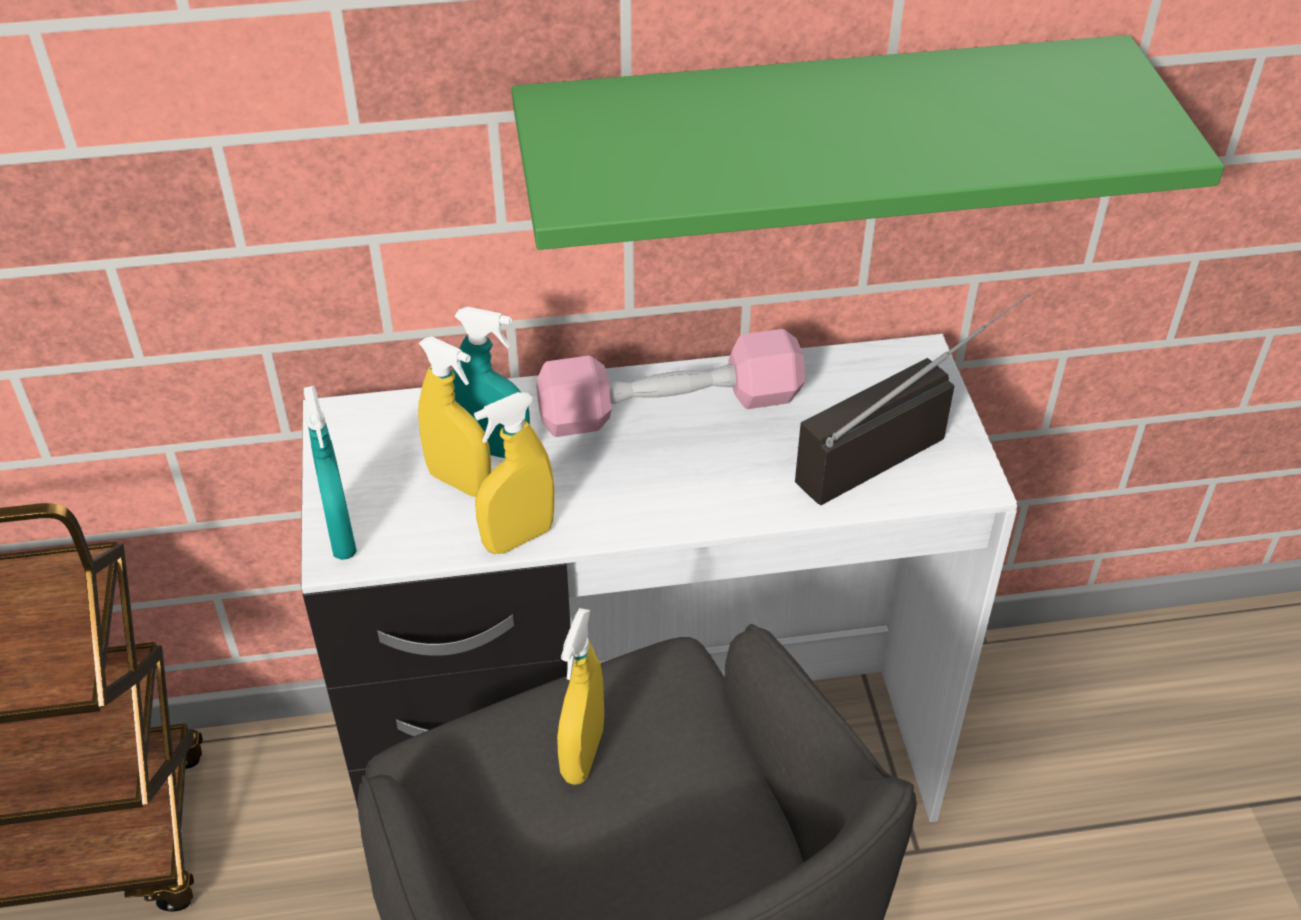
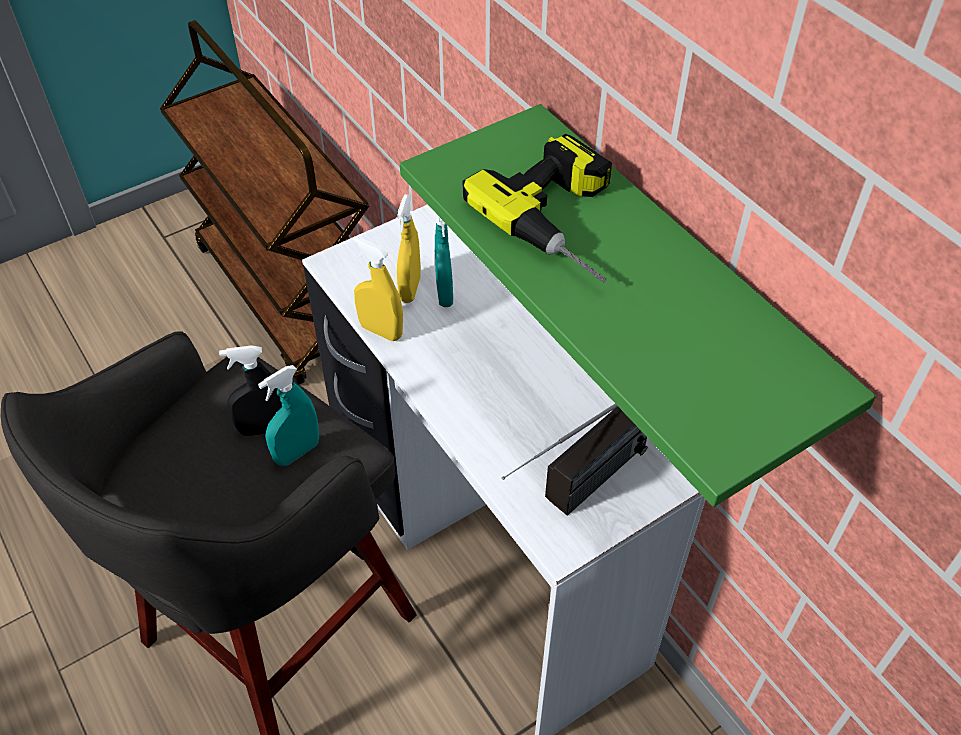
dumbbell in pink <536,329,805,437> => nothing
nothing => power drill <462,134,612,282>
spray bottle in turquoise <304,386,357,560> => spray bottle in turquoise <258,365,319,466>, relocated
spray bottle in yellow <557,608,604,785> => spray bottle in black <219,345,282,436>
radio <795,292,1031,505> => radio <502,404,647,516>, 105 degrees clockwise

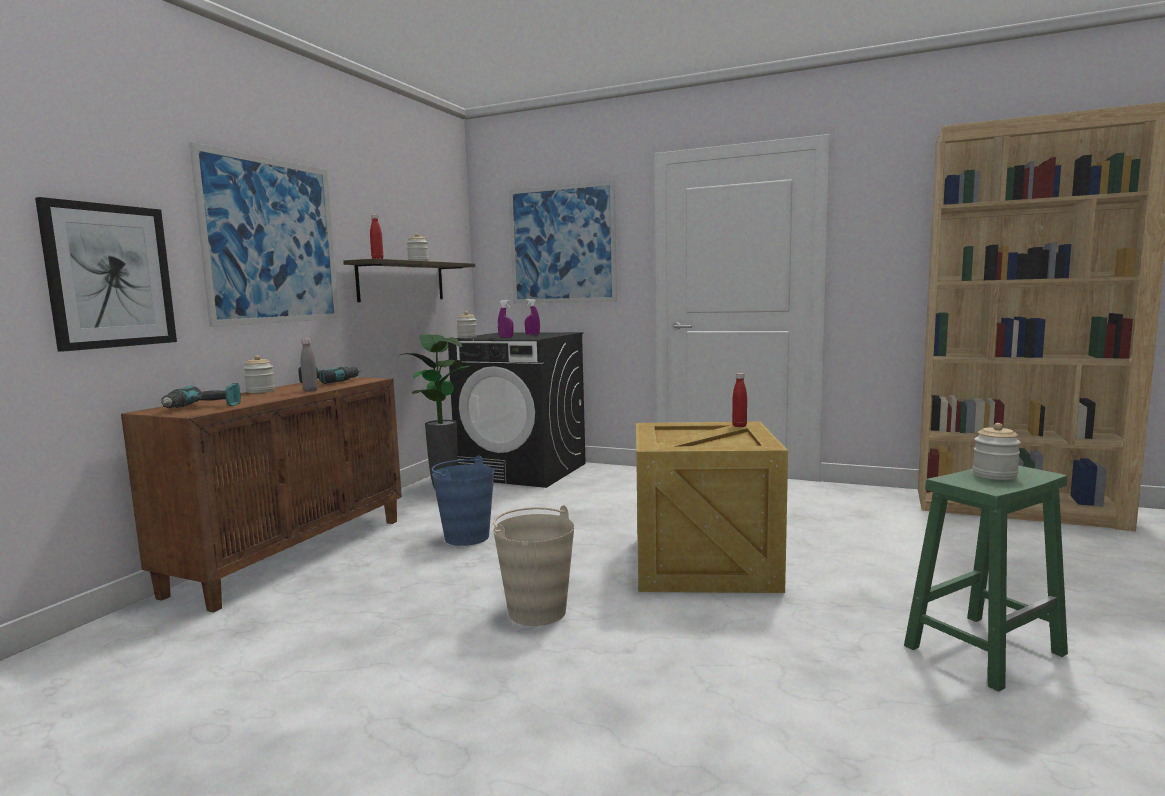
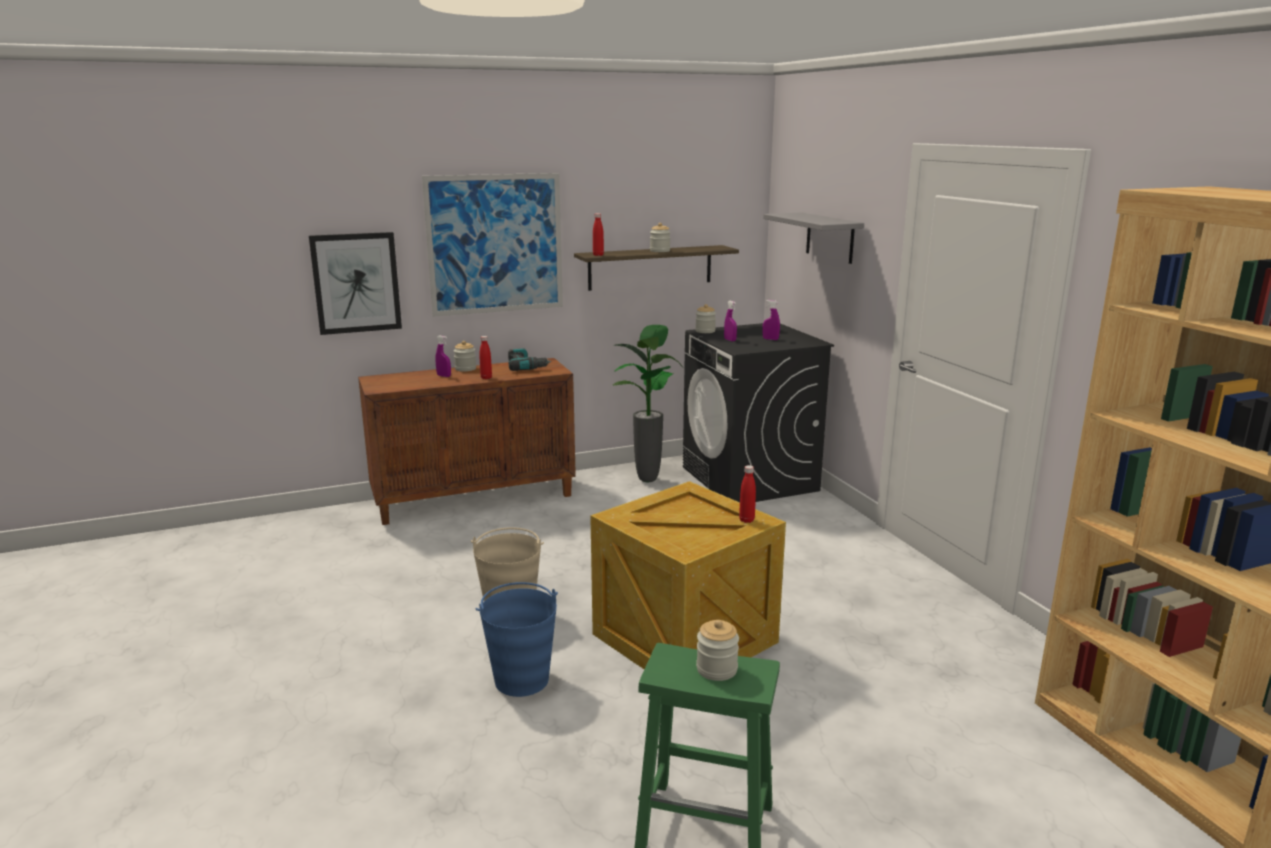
power drill <161,383,241,408> => nothing
nothing => spray bottle in purple <435,335,451,377>
bucket in blue <431,456,494,546> => bucket in blue <476,582,558,697>, relocated
picture <509,180,617,304> => shelf in grey <763,212,864,264>
bottle in grey <301,339,318,392> => bottle in red <479,336,492,379>

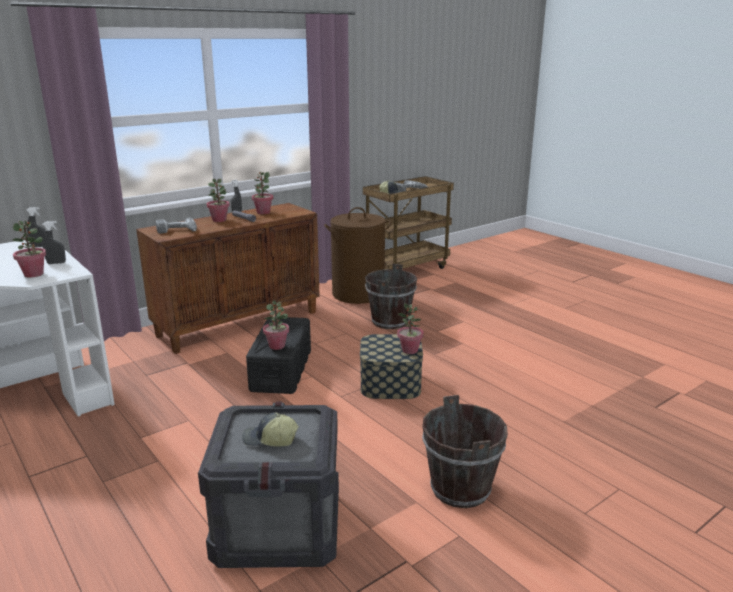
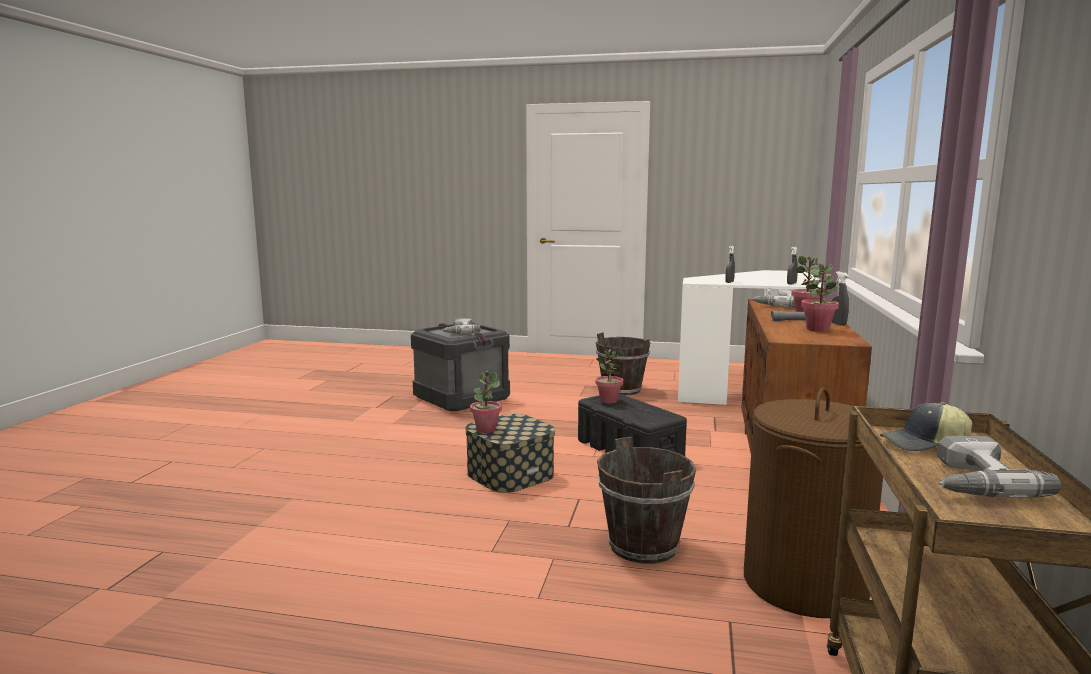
potted plant <12,221,46,278> => nothing
bucket in brown <422,395,508,508> => bucket in brown <596,332,650,395>, relocated
cap <242,412,299,447> => power drill <442,318,481,334>

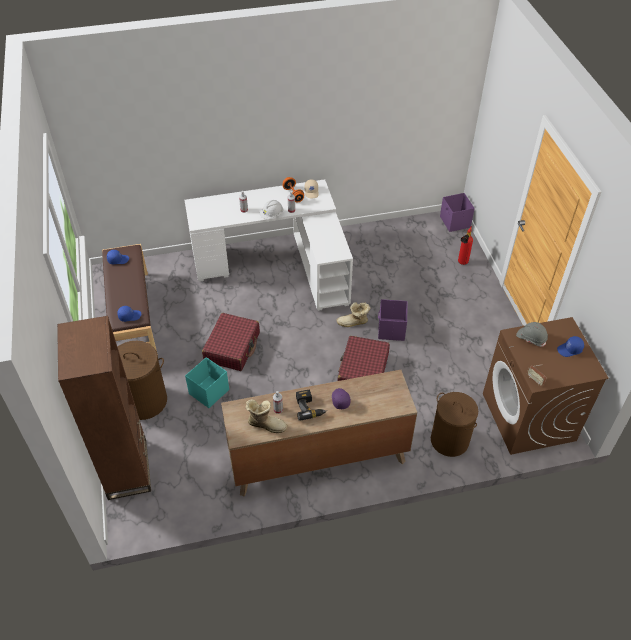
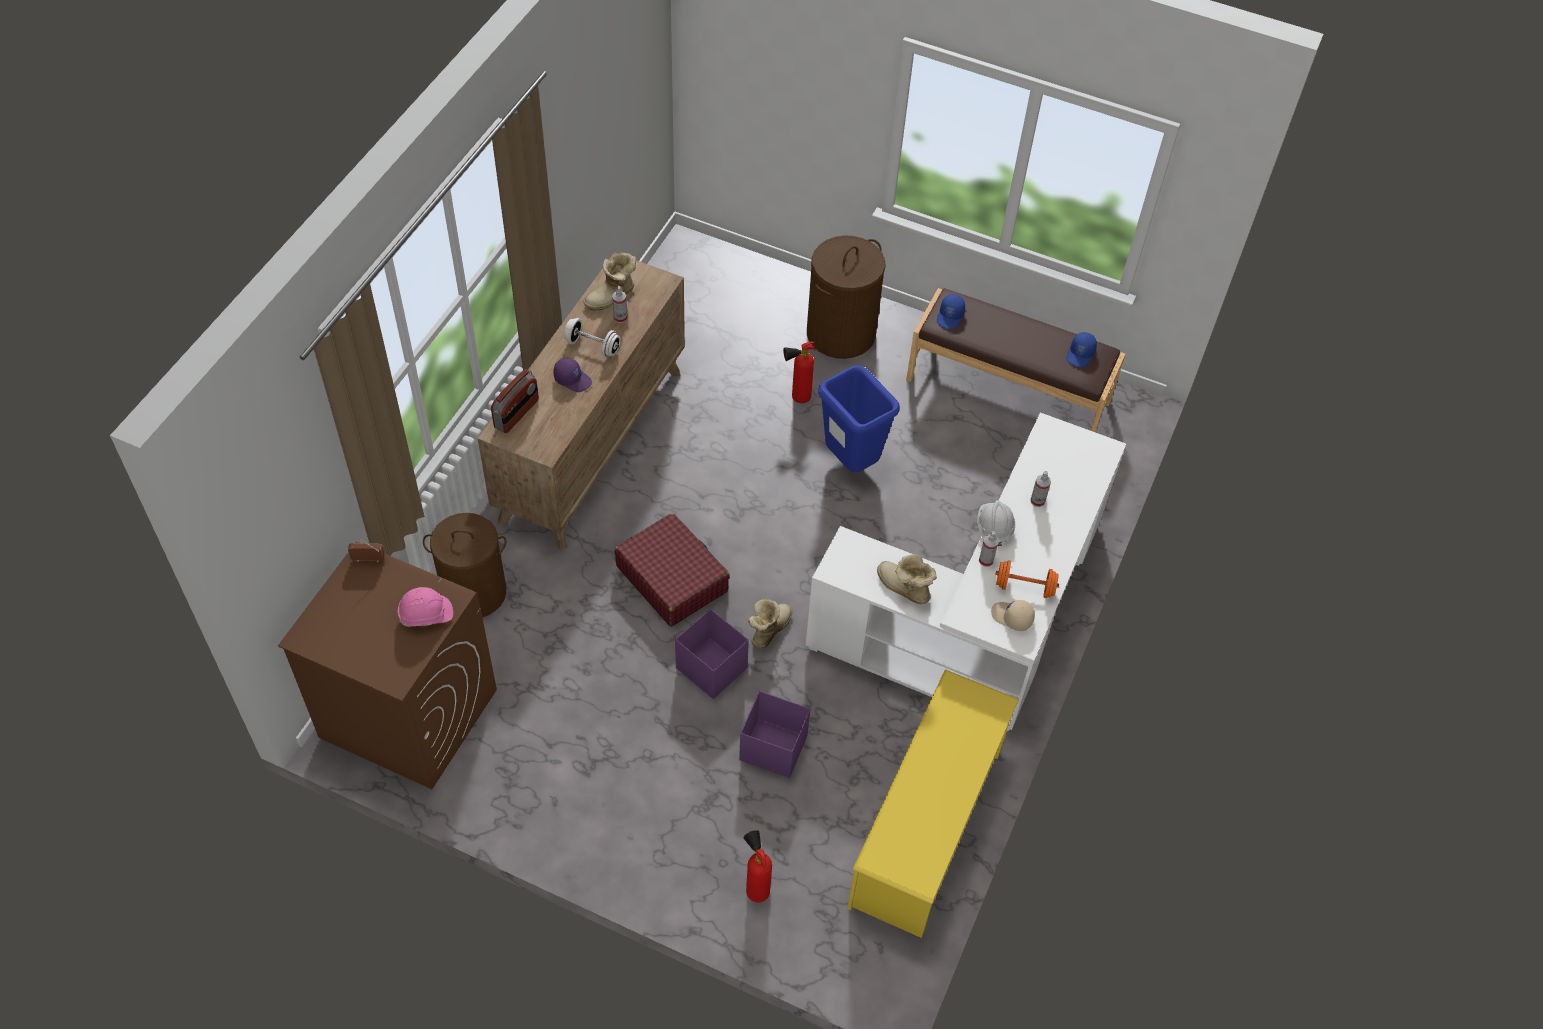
bookcase in brown <57,316,151,500> => nothing
cap in blue <557,336,584,357> => nothing
nothing => radio <491,369,539,433>
nothing => shoe rack in yellow <847,669,1019,938>
nothing => boot <877,554,937,604>
storage box in purple <440,193,475,232> => storage box in purple <739,691,810,778>, relocated
storage box in turquoise <185,357,229,408> => fire extinguisher <783,342,816,403>
suitcase in red <202,313,260,371> => trash can in blue <818,365,900,472>
power drill <296,390,326,421> => dumbbell in white <564,318,621,357>
hard hat in grey <516,322,548,347> => hard hat in pink <398,587,453,627>

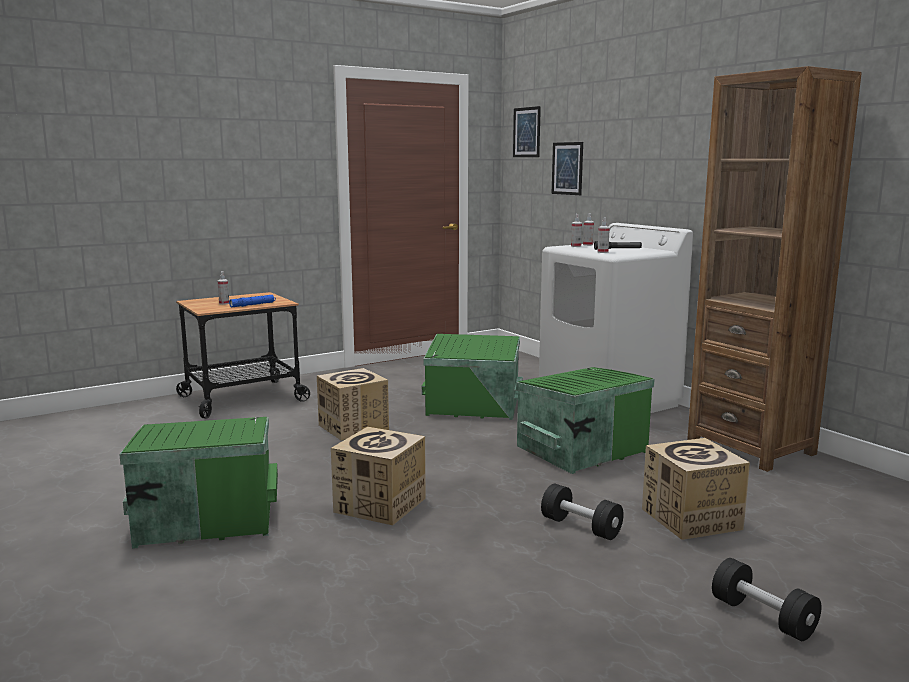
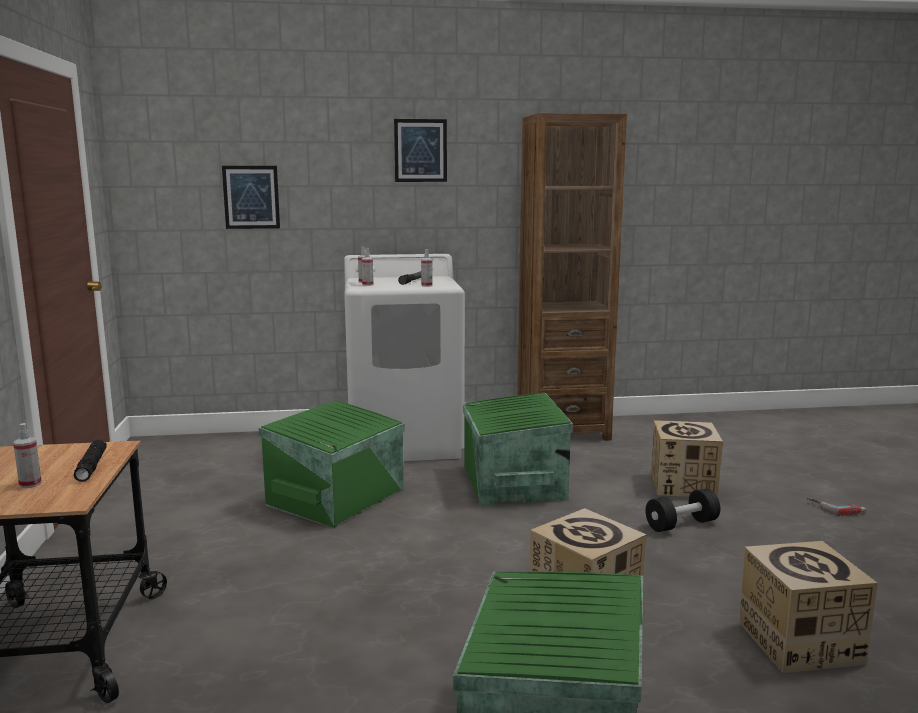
cardboard box <317,368,389,441> => cardboard box <739,541,878,673>, relocated
picture <513,106,541,157> => picture <394,119,447,182>, relocated
dumbbell in black <712,558,821,641> => power drill <807,498,867,516>
flashlight in blue <229,295,276,307> => flashlight in black <74,440,107,482>

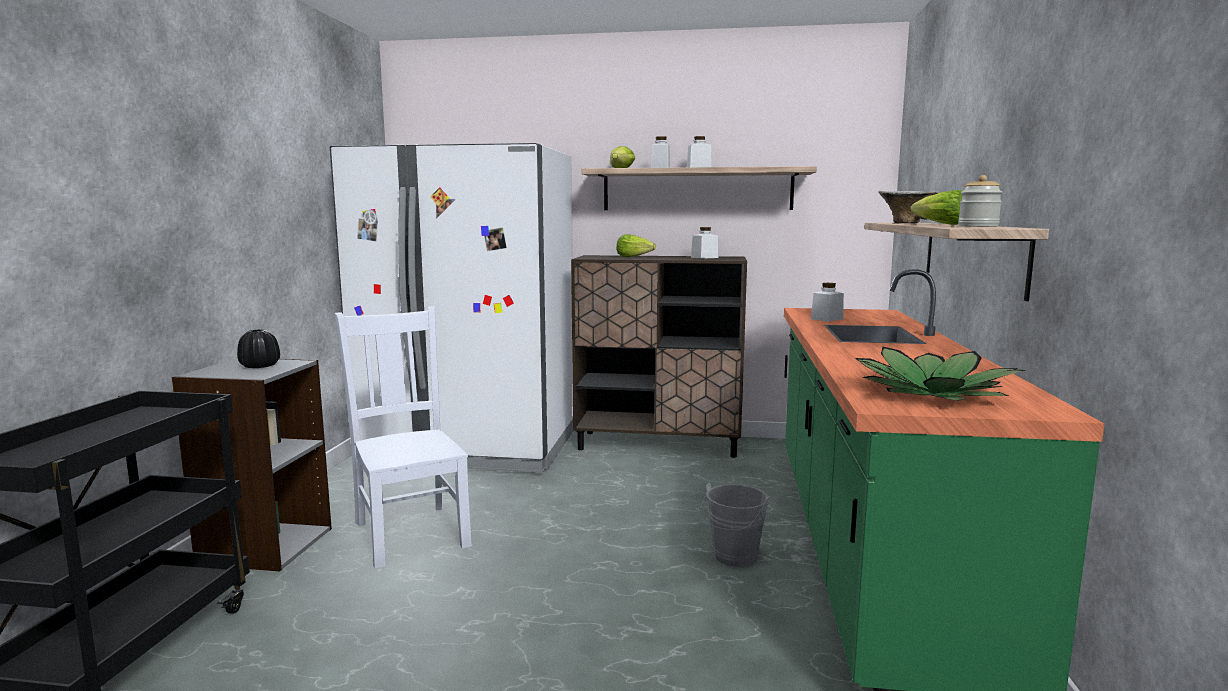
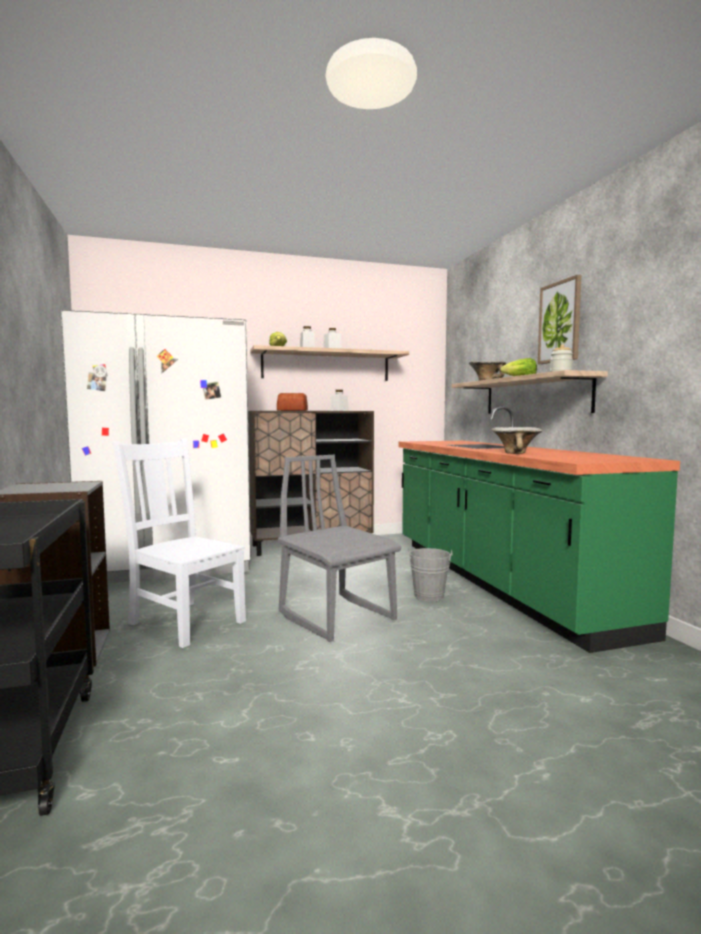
vase in black <237,329,280,368> => nothing
jar in white <811,283,844,322> => nothing
potted plant <855,347,1025,401> => nothing
nothing => chair in grey <278,455,401,642>
nothing => bowl <492,427,542,454>
nothing => picture <538,275,582,364>
lettuce <616,234,656,257> => bread <277,393,308,411>

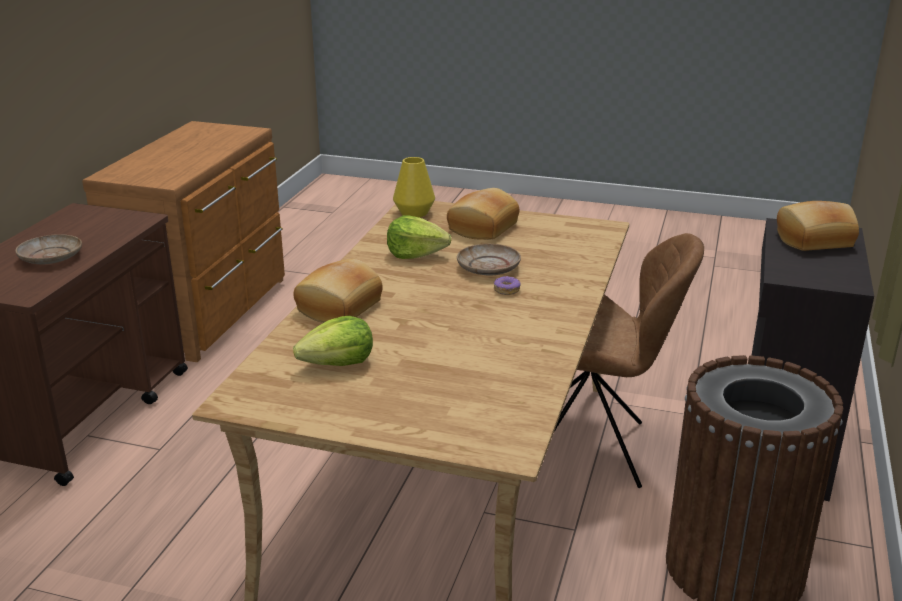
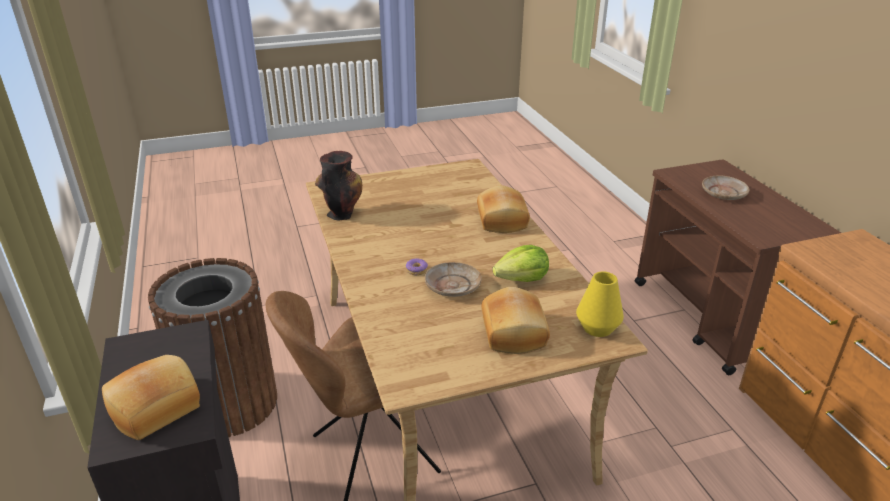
lettuce <293,316,373,366> => nothing
nothing => vase <315,151,362,220>

